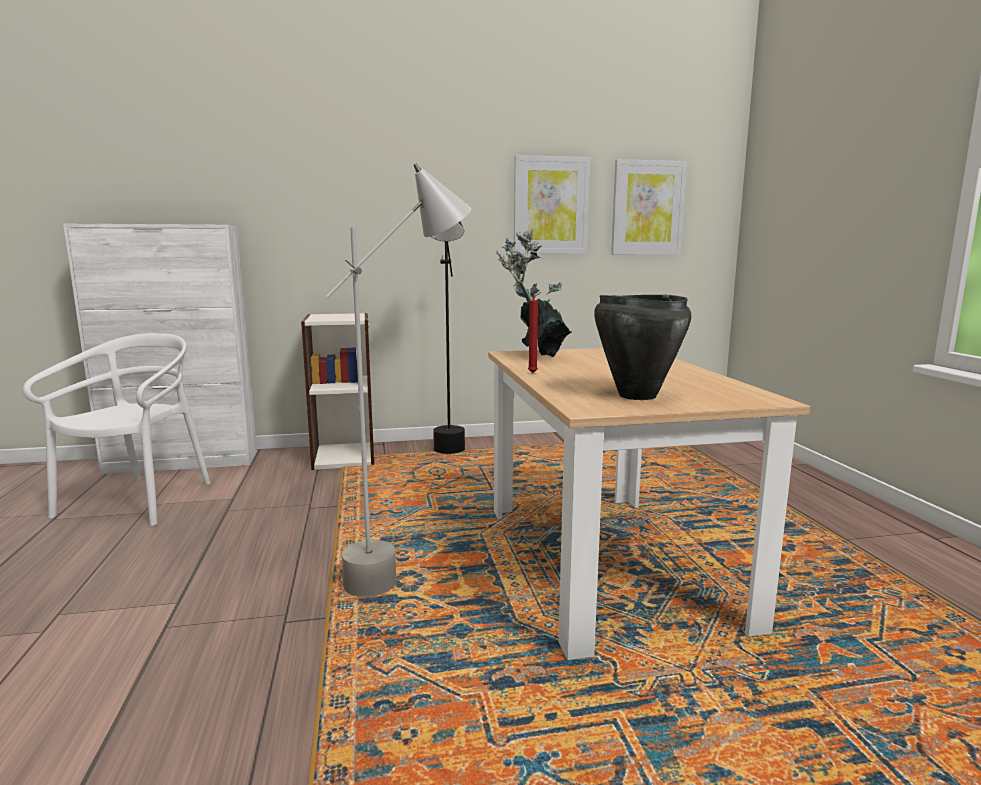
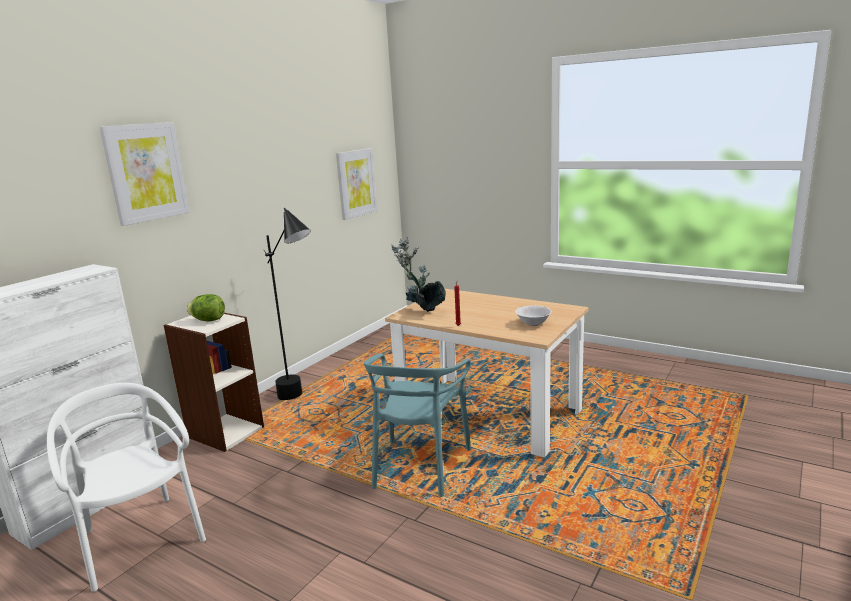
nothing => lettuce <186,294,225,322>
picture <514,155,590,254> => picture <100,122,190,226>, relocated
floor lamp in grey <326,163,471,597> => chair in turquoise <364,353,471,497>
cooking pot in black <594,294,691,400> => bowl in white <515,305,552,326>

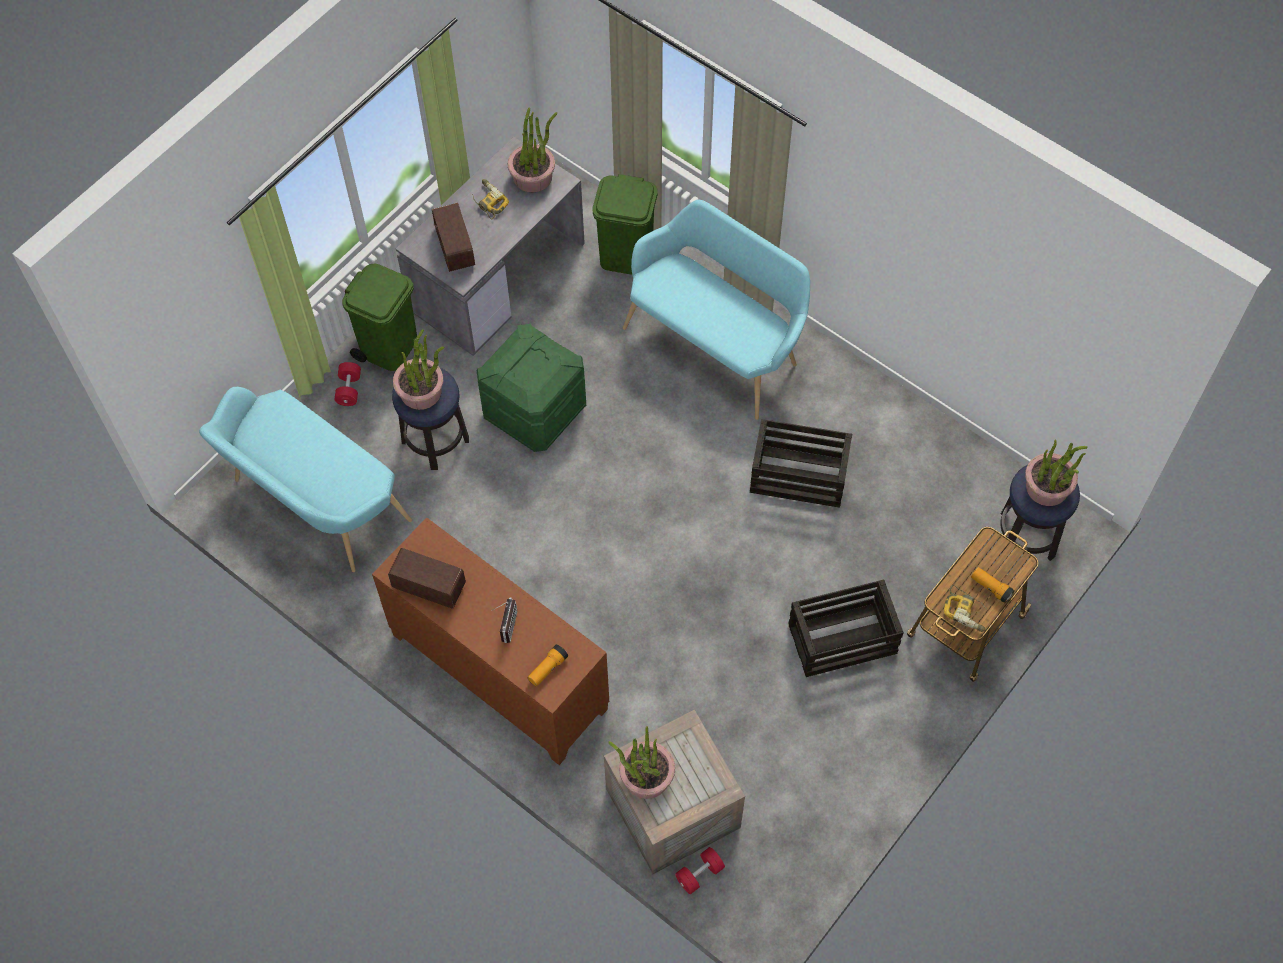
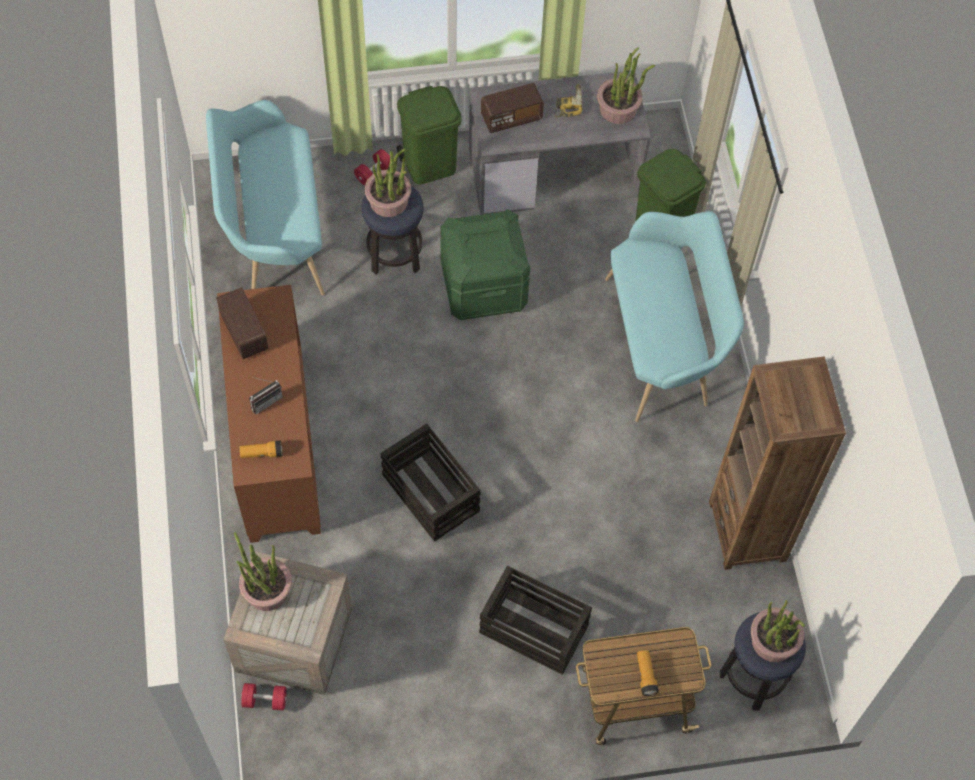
power drill <944,585,987,632> => nothing
nothing => bookcase in brown <709,357,846,570>
crate <750,419,852,508> => crate <381,424,481,541>, relocated
radio <432,203,475,272> => radio <481,83,544,133>, 135 degrees counterclockwise

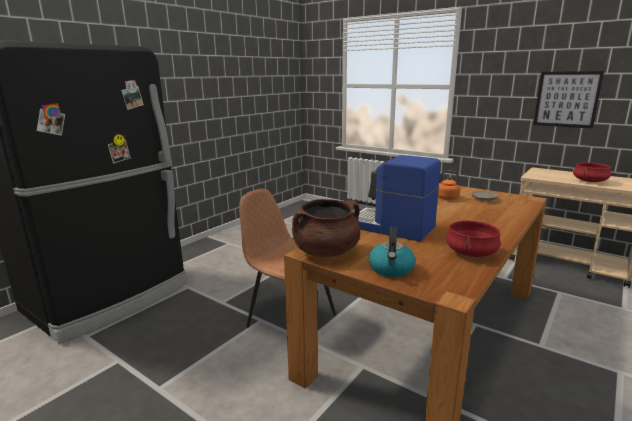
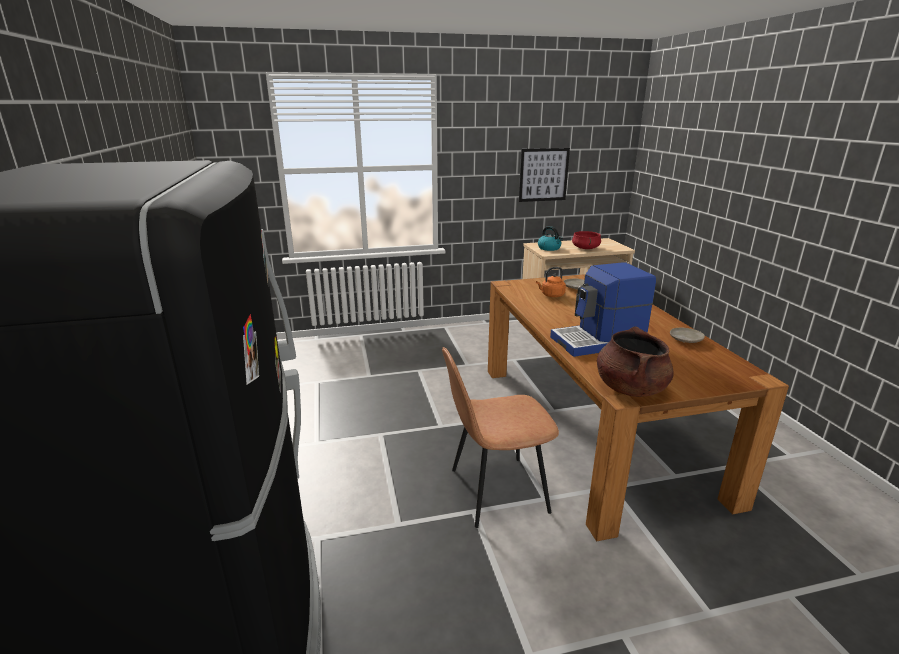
kettle <369,227,416,277> => kettle <538,226,562,251>, relocated
cooking pot in red <446,221,501,257> => plate in beige <670,328,705,343>

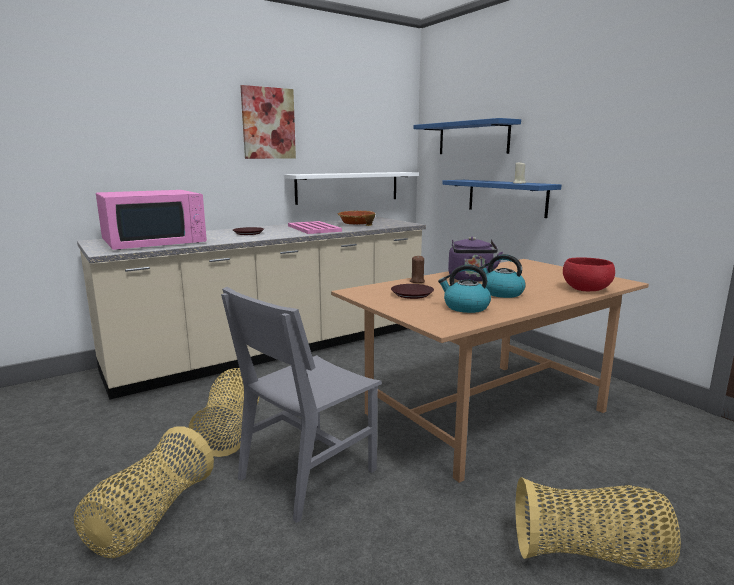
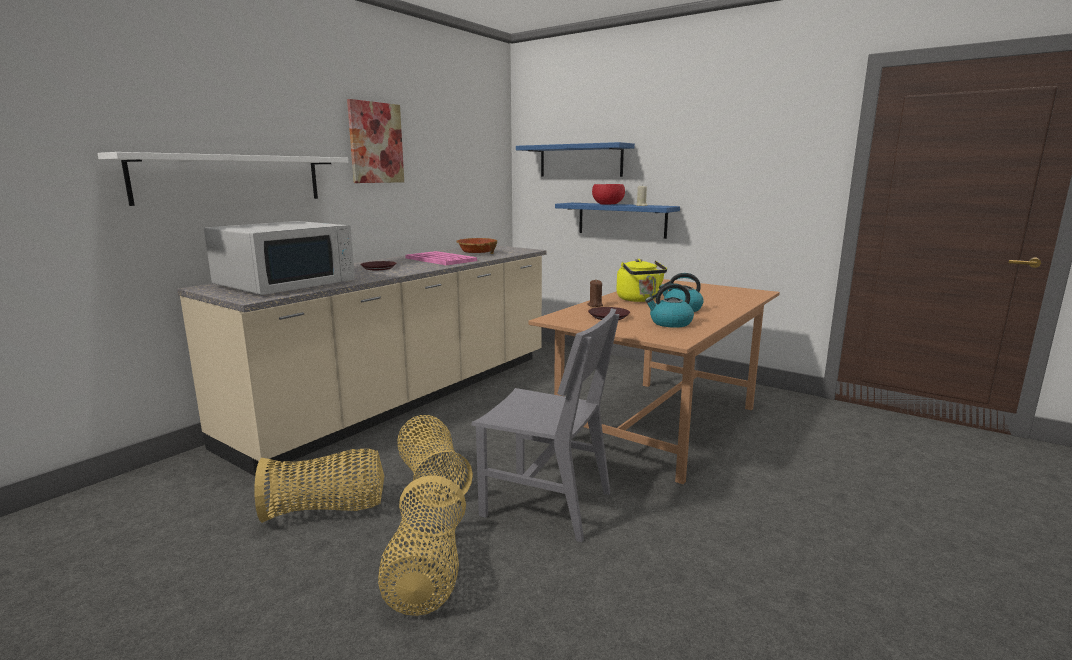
shelf in white <284,172,419,205> => shelf in white <97,152,349,206>, relocated
basket <516,477,681,569> => basket <255,449,384,523>, relocated
bowl in red <563,258,615,291> => bowl in red <592,184,625,205>, relocated
microwave in pink <96,190,207,250> => microwave in white <204,221,355,295>
kettle in purple <448,237,503,282> => kettle in yellow <616,259,667,302>
chair in grey <221,287,382,523> => chair in grey <472,308,620,542>, 90 degrees counterclockwise

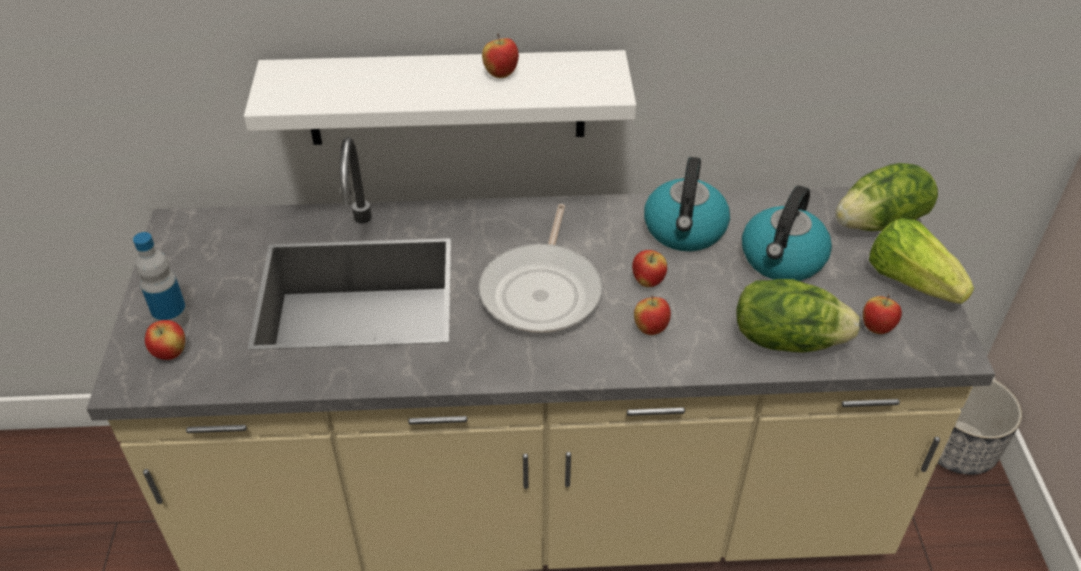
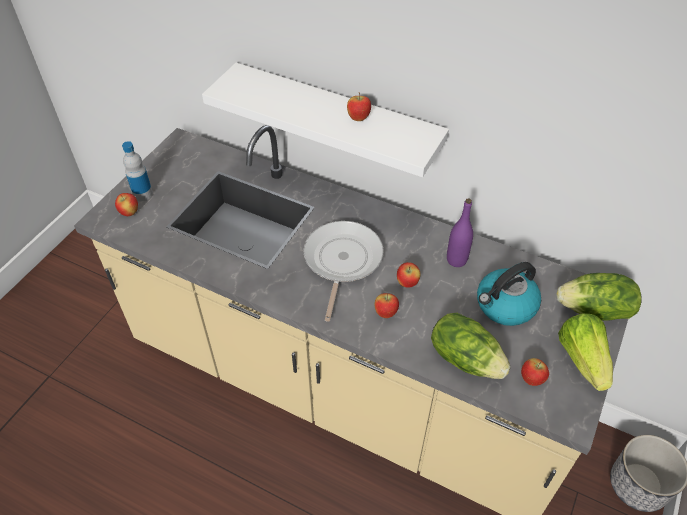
kettle <644,157,730,251> => bottle in purple <447,198,473,267>
frying pan <479,204,602,333> => frying pan <303,221,384,322>, 150 degrees clockwise

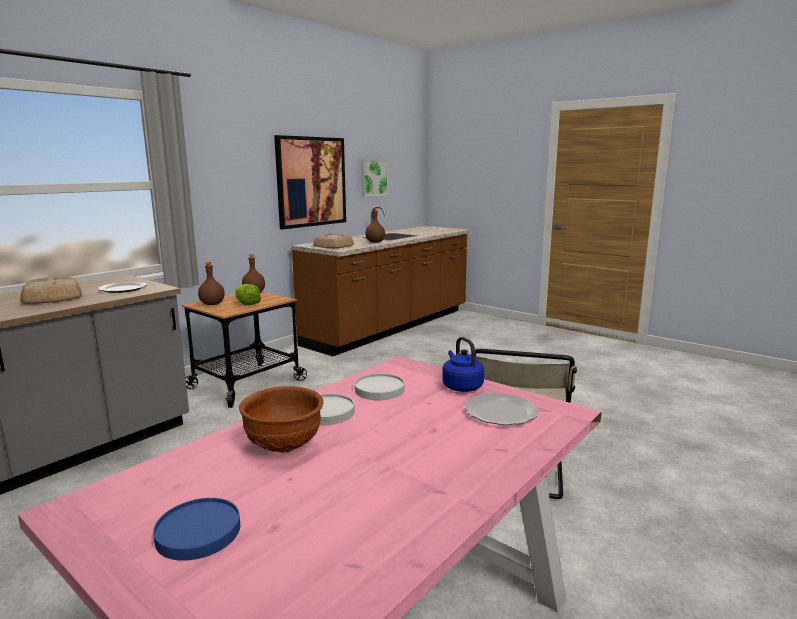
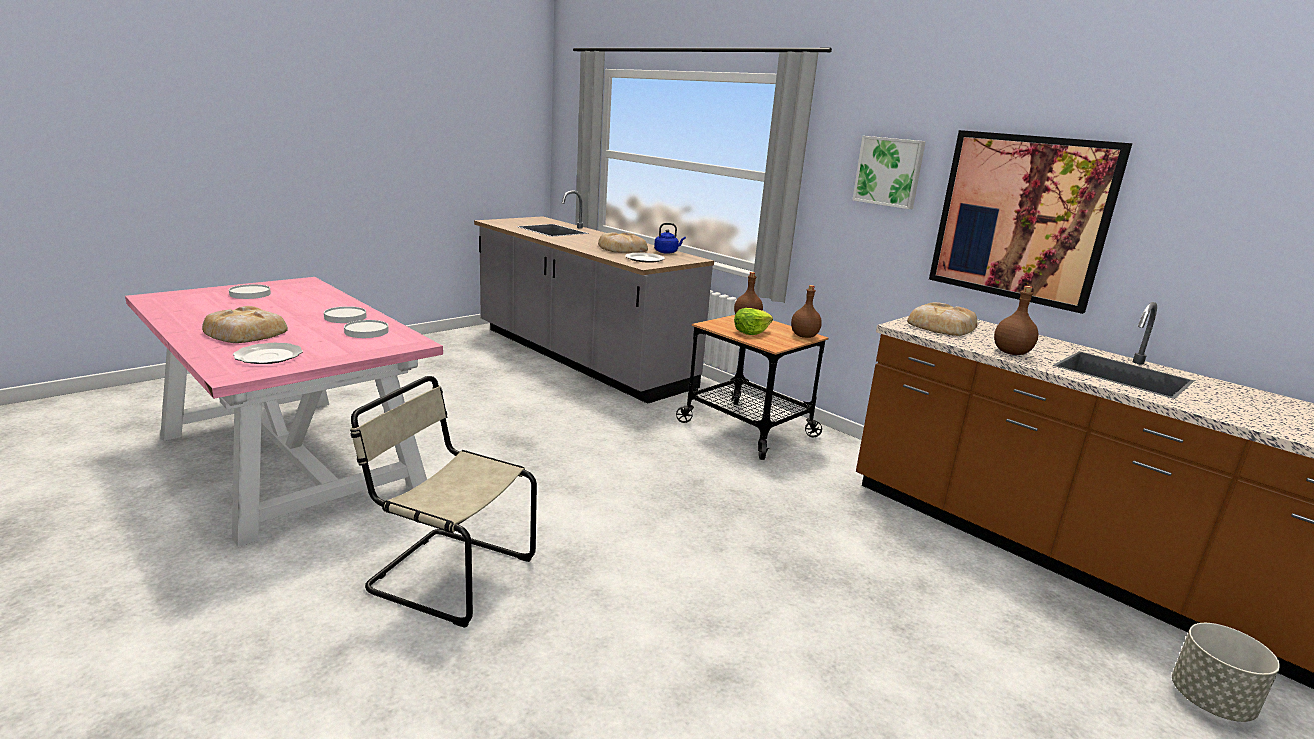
bowl in brown <239,386,324,453> => nothing
nothing => bread <202,306,288,343>
nothing => planter in grey <1172,623,1280,722>
picture <361,159,388,197> => picture <852,136,926,209>, relocated
kettle in blue <442,337,484,392> => kettle in blue <654,223,686,254>, relocated
plate in blue <153,498,240,561> => plate in white <229,284,271,299>

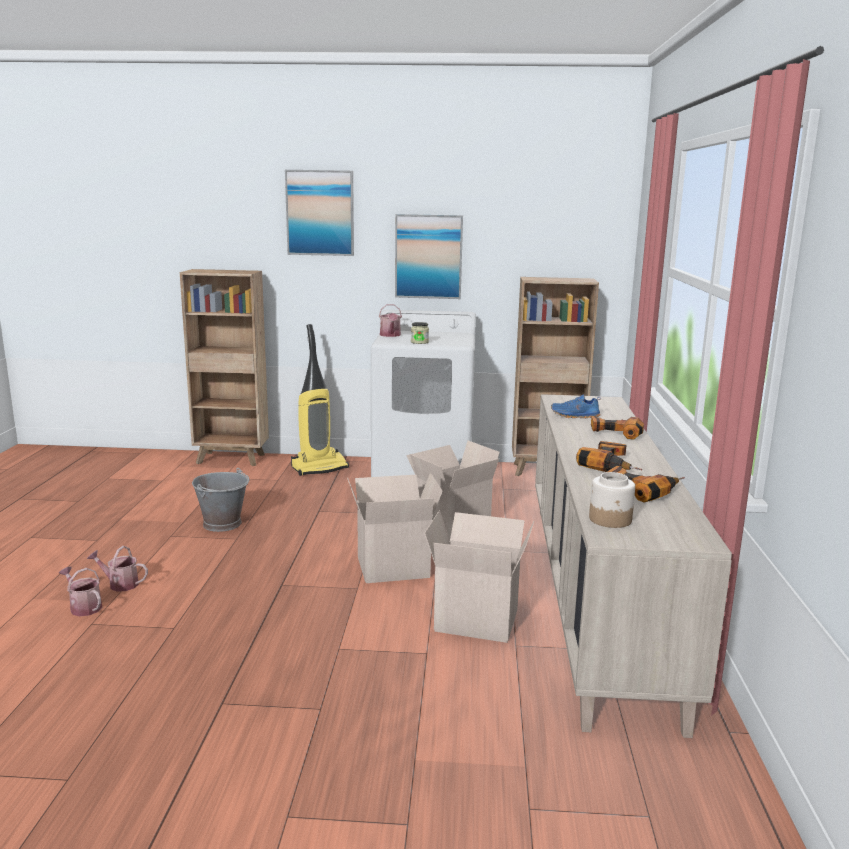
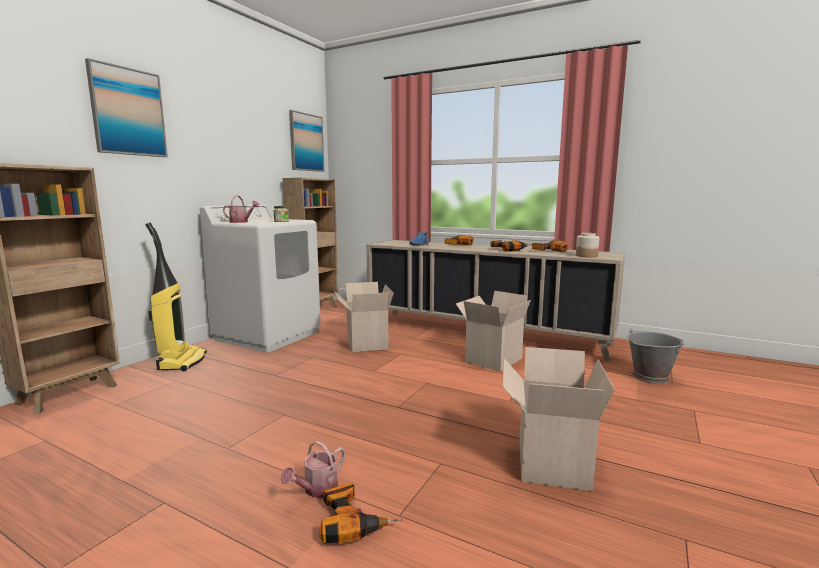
bucket in grey <192,468,249,532> => bucket in grey <628,328,685,384>, relocated
cardboard box <347,473,443,583> => cardboard box <502,347,615,491>, relocated
picture <395,214,463,299> => picture <289,110,324,172>, relocated
watering can <59,566,102,616> => power drill <319,483,402,544>

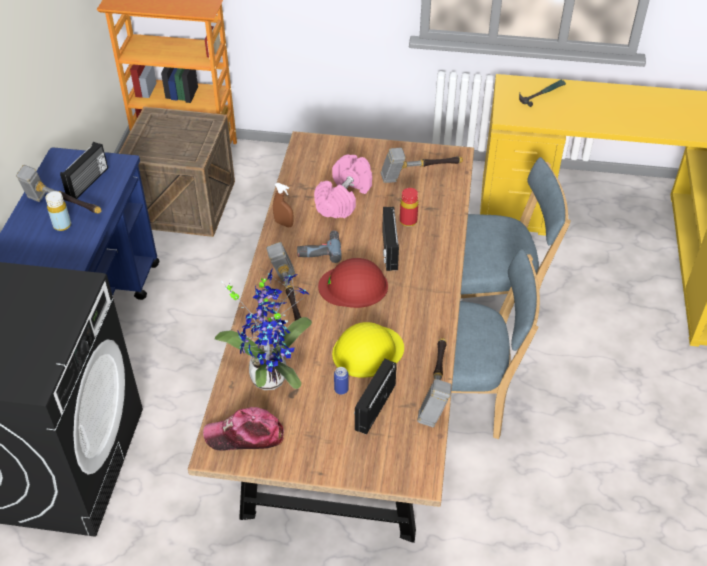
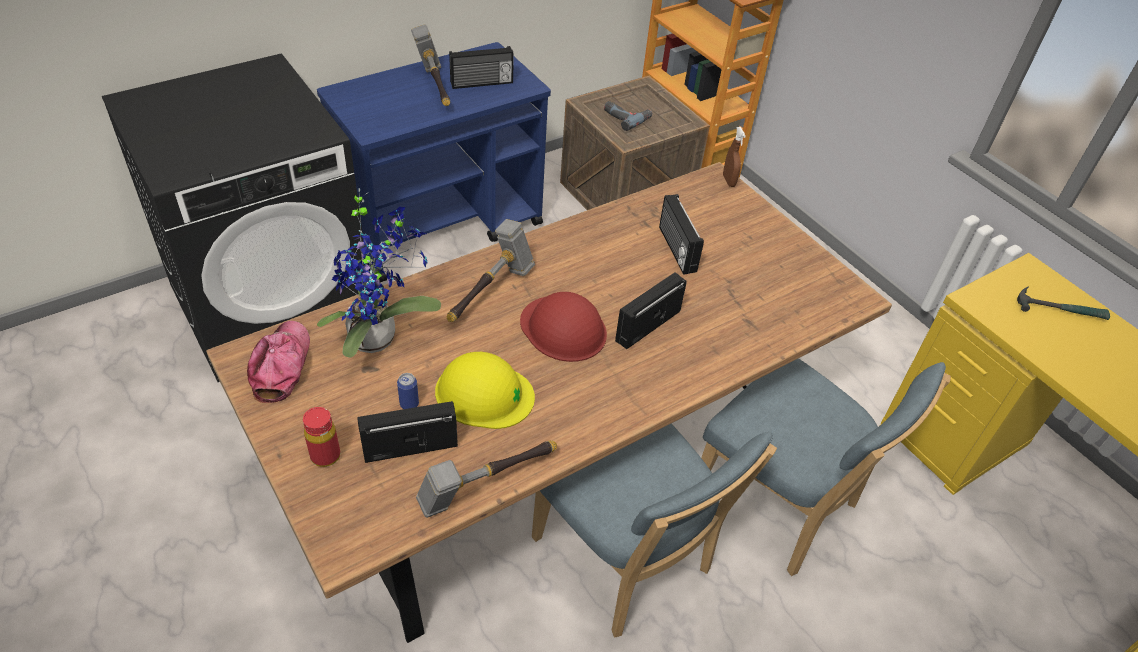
bottle in yellow <45,191,71,231> => nothing
hammer <380,148,463,183> => nothing
spray bottle in brown <273,183,294,227> => spray bottle in brown <723,127,746,187>, relocated
power drill <297,230,342,263> => power drill <604,101,652,131>, relocated
bottle in red <400,188,418,227> => bottle in red <303,407,340,467>, relocated
dumbbell in pink <314,154,372,218> => radio <659,194,704,275>
cap <203,407,284,451> => cap <247,321,310,403>, 45 degrees clockwise

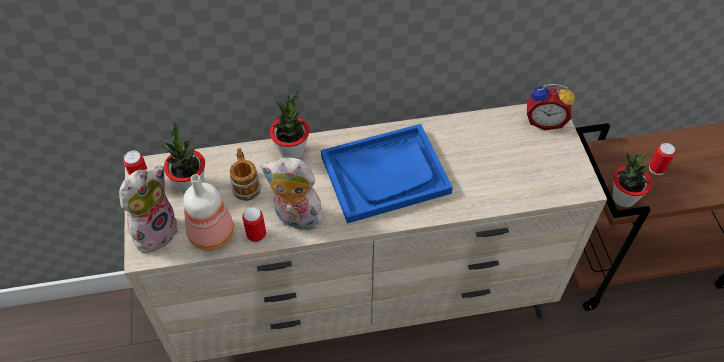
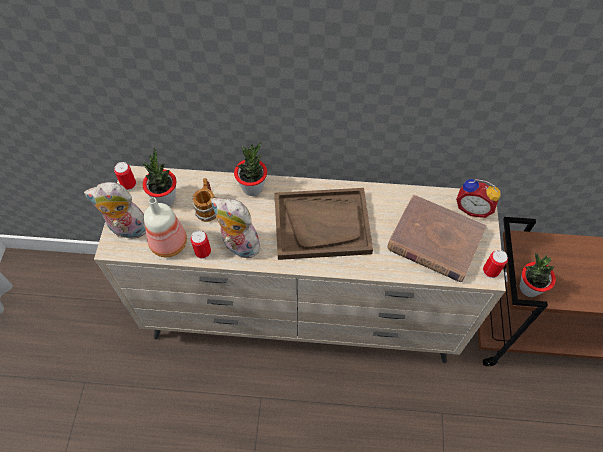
nothing => book in brown <387,195,487,282>
can <649,143,675,175> => can <483,250,508,278>, relocated
tray in blue <321,124,453,224> => tray in brown <274,188,373,260>
plush toy <119,166,178,253> => plush toy <84,182,146,240>, 135 degrees counterclockwise

